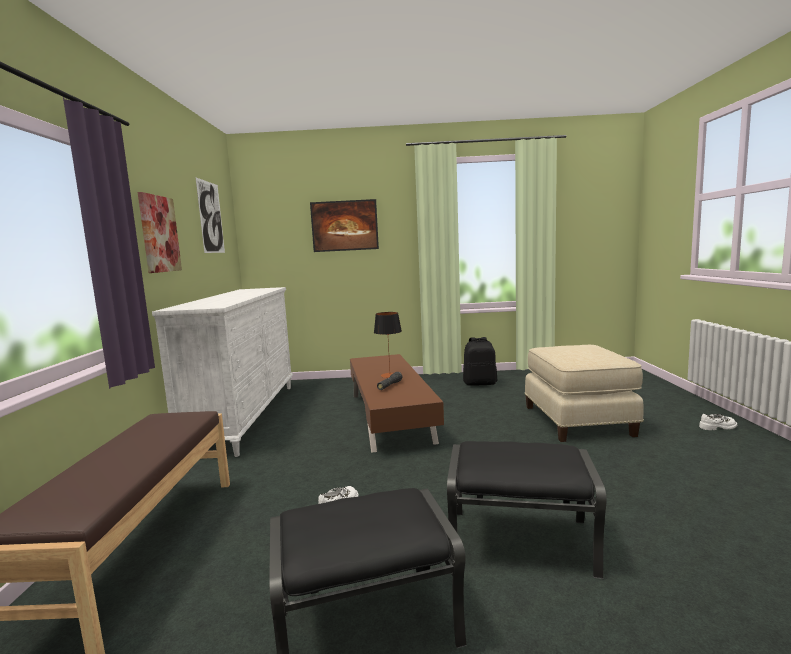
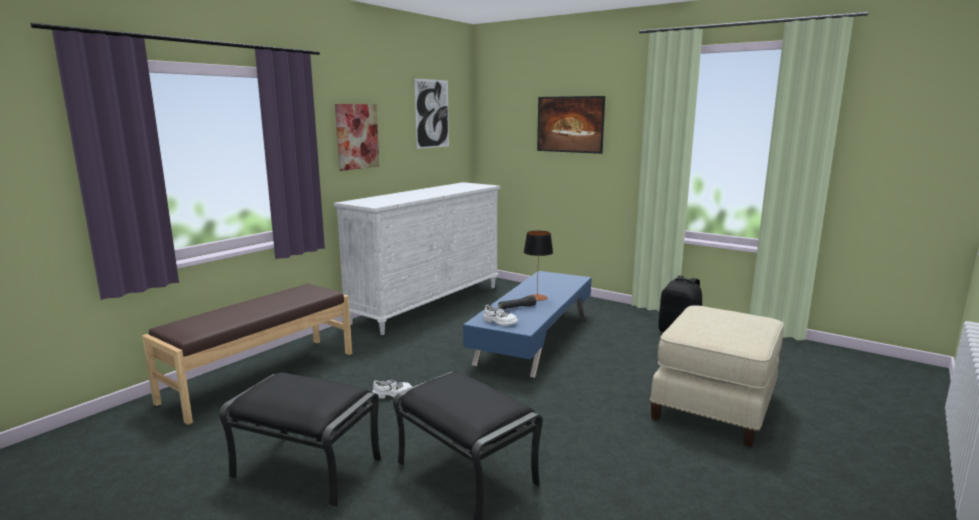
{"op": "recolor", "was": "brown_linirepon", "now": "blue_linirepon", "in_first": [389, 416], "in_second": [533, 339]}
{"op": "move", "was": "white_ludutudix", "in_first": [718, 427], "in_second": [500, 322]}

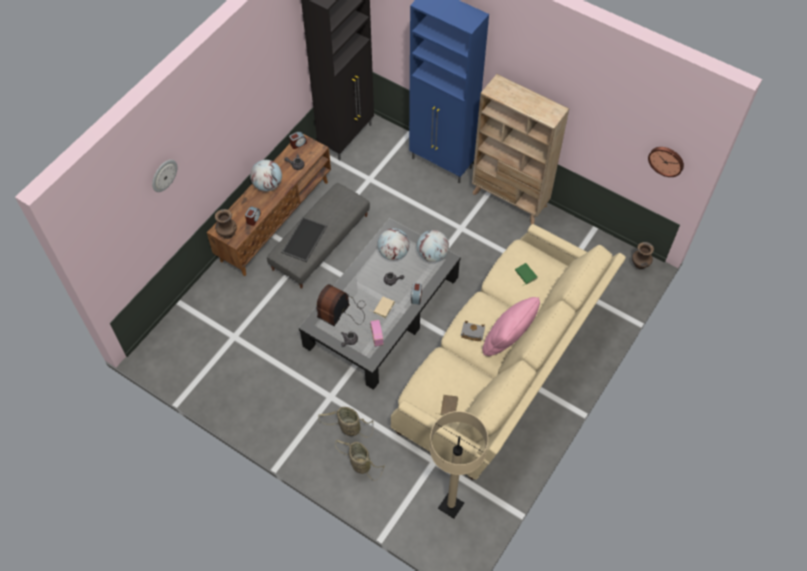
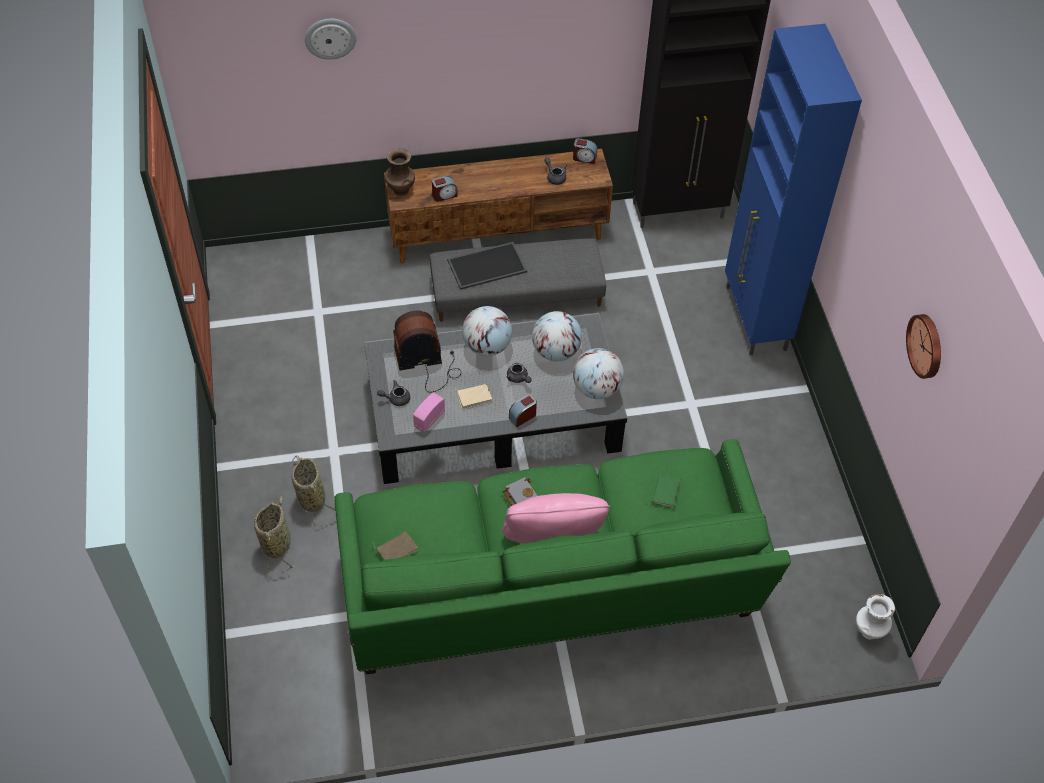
{"op": "recolor", "was": "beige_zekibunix", "now": "green_zekibunix", "in_first": [502, 368], "in_second": [548, 591]}
{"op": "move", "was": "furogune", "in_first": [267, 185], "in_second": [487, 346]}
{"op": "recolor", "was": "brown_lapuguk", "now": "white_lapuguk", "in_first": [640, 265], "in_second": [868, 632]}
{"op": "move", "was": "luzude", "in_first": [666, 160], "in_second": [927, 345]}
{"op": "delete", "was": "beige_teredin", "in_first": [451, 506]}
{"op": "delete", "was": "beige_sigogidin", "in_first": [510, 200]}

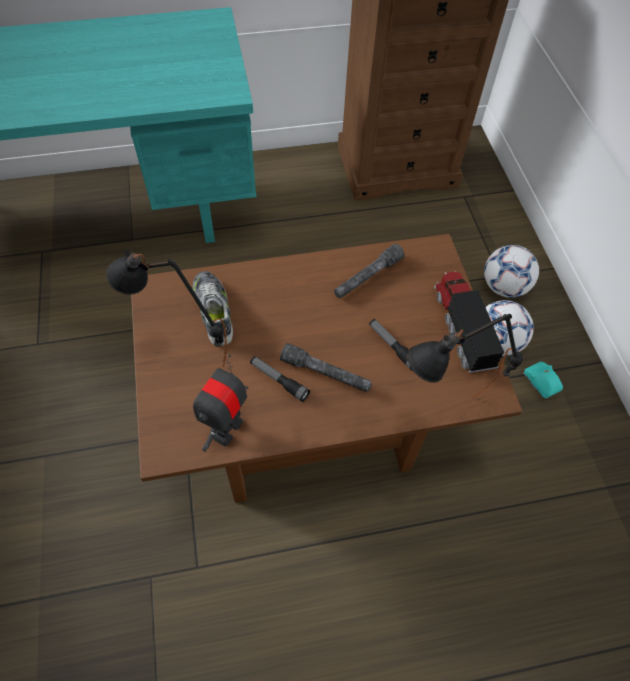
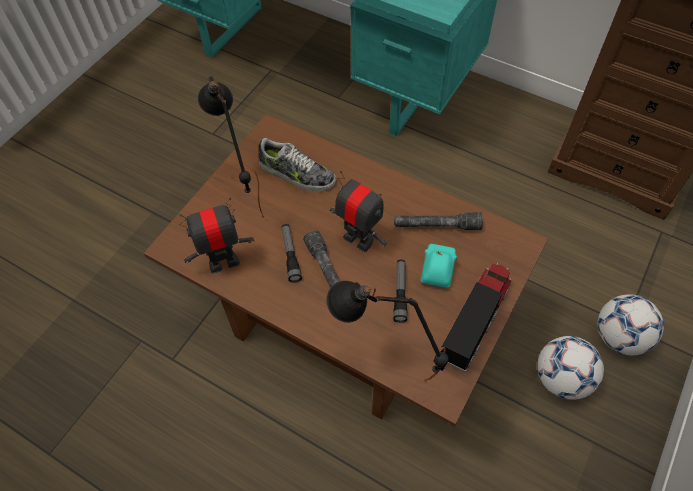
{"op": "rotate", "was": "ludutudix", "in_first": [214, 311], "in_second": [296, 174], "clockwise": 90}
{"op": "insert", "now": "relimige", "in_second": [358, 239]}
{"op": "move", "was": "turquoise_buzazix", "in_first": [540, 383], "in_second": [436, 270]}

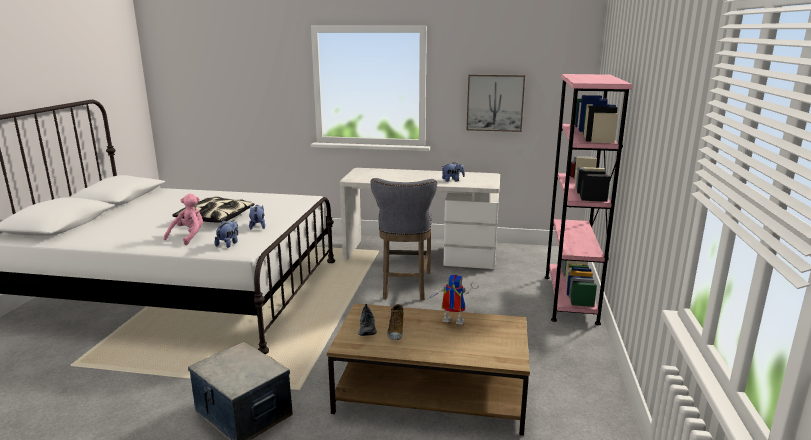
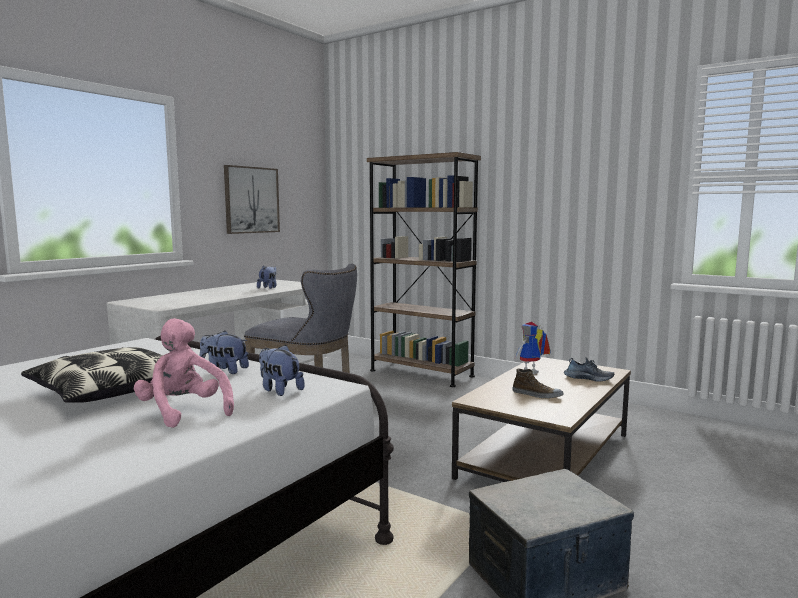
{"op": "recolor", "was": "pink_sigogidin", "now": "brown_sigogidin", "in_first": [570, 299], "in_second": [421, 373]}
{"op": "move", "was": "ludutudix", "in_first": [368, 328], "in_second": [588, 378]}

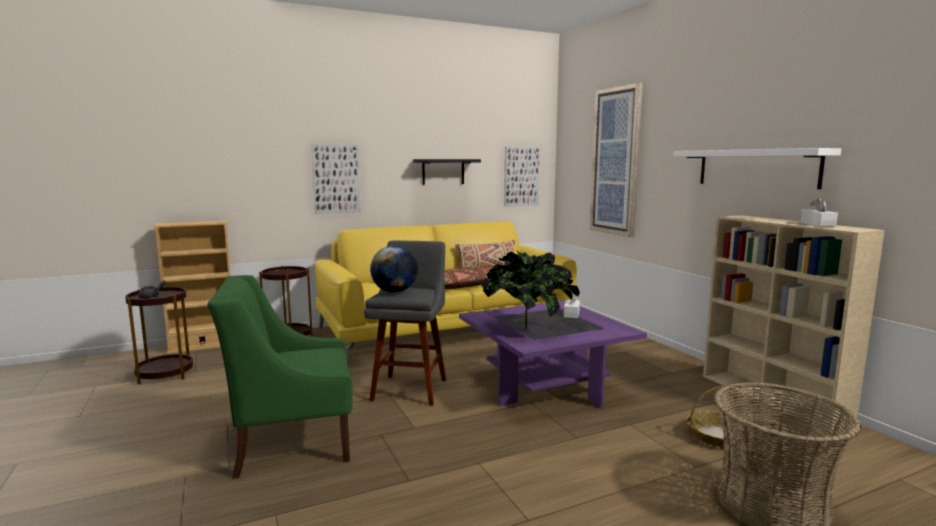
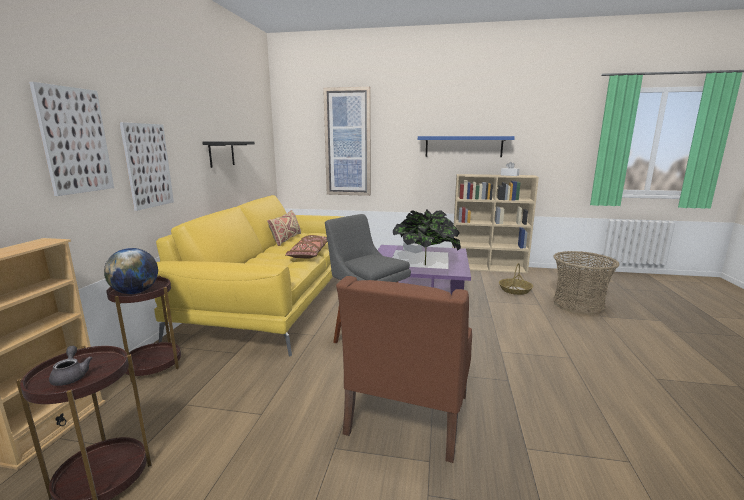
{"op": "move", "was": "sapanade", "in_first": [521, 176], "in_second": [74, 141]}
{"op": "move", "was": "furogune", "in_first": [394, 292], "in_second": [135, 292]}
{"op": "recolor", "was": "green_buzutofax", "now": "brown_buzutofax", "in_first": [292, 440], "in_second": [407, 415]}
{"op": "recolor", "was": "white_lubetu", "now": "blue_lubetu", "in_first": [756, 168], "in_second": [463, 146]}

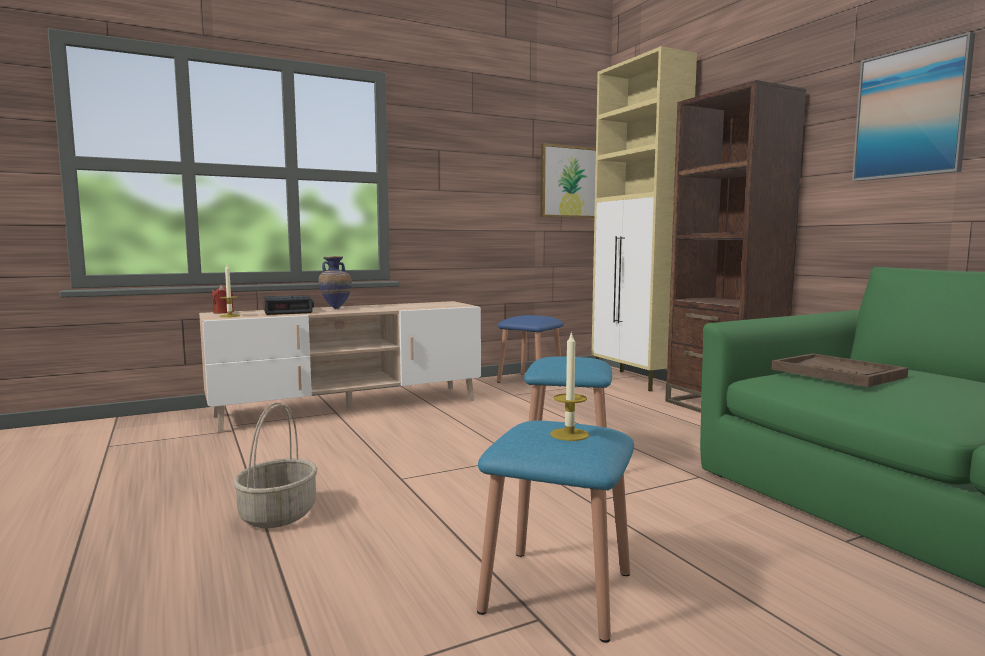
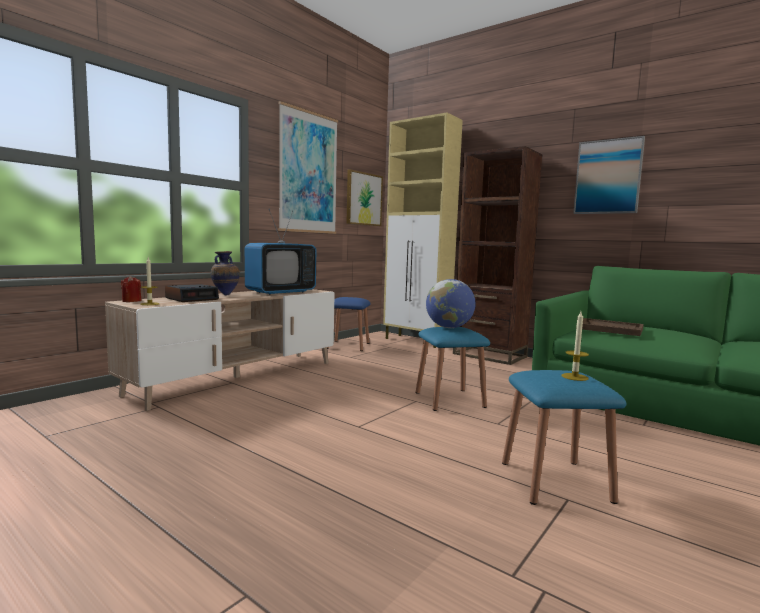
{"op": "insert", "now": "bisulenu", "in_second": [281, 292]}
{"op": "insert", "now": "sapanade", "in_second": [308, 173]}
{"op": "insert", "now": "furogune", "in_second": [449, 327]}
{"op": "delete", "was": "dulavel", "in_first": [278, 514]}

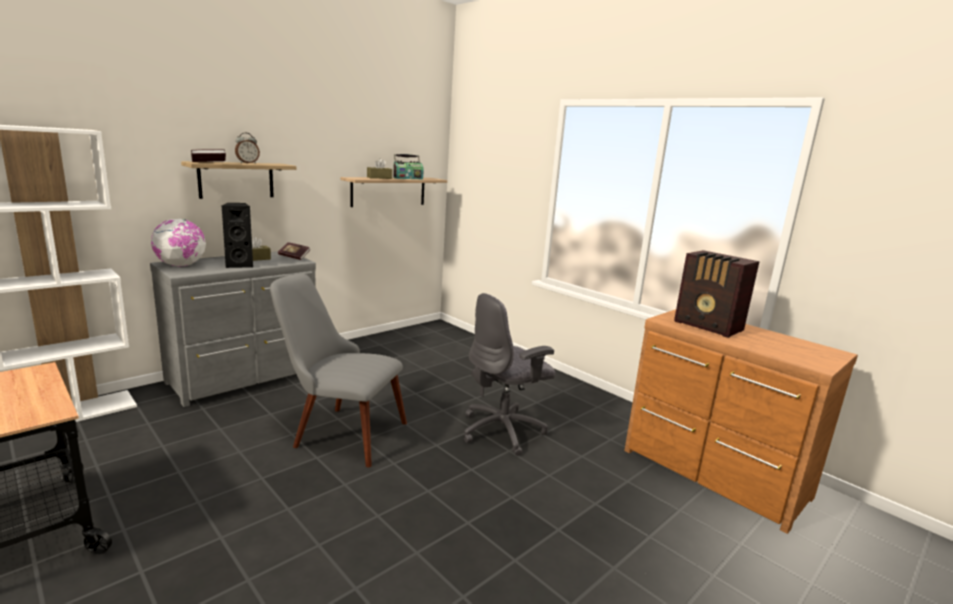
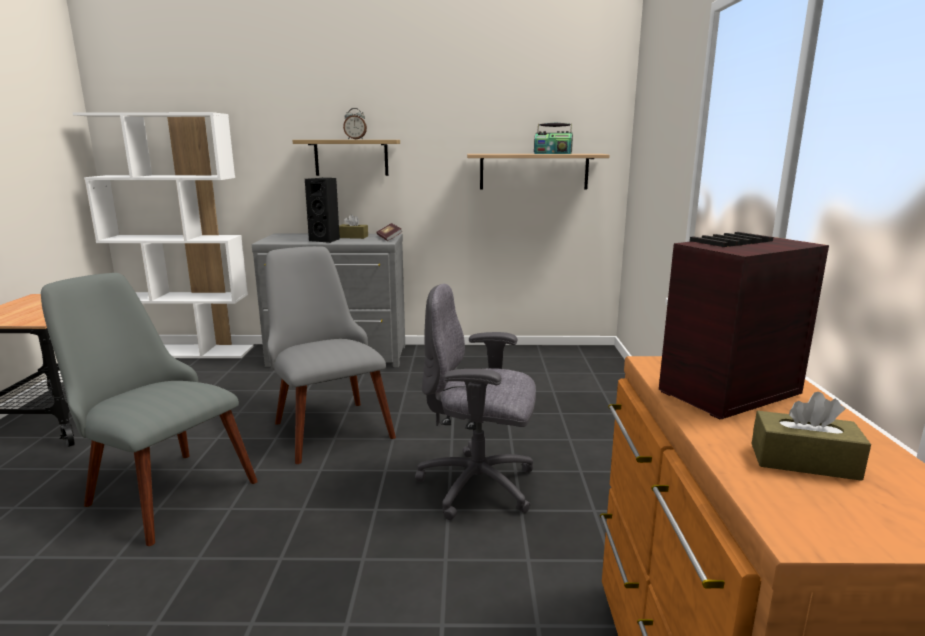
{"op": "insert", "now": "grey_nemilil", "in_second": [159, 488]}
{"op": "rotate", "was": "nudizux", "in_first": [709, 327], "in_second": [725, 393], "clockwise": 60}
{"op": "move", "was": "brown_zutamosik", "in_first": [379, 178], "in_second": [804, 461]}
{"op": "delete", "was": "furogune", "in_first": [181, 265]}
{"op": "delete", "was": "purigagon", "in_first": [209, 163]}

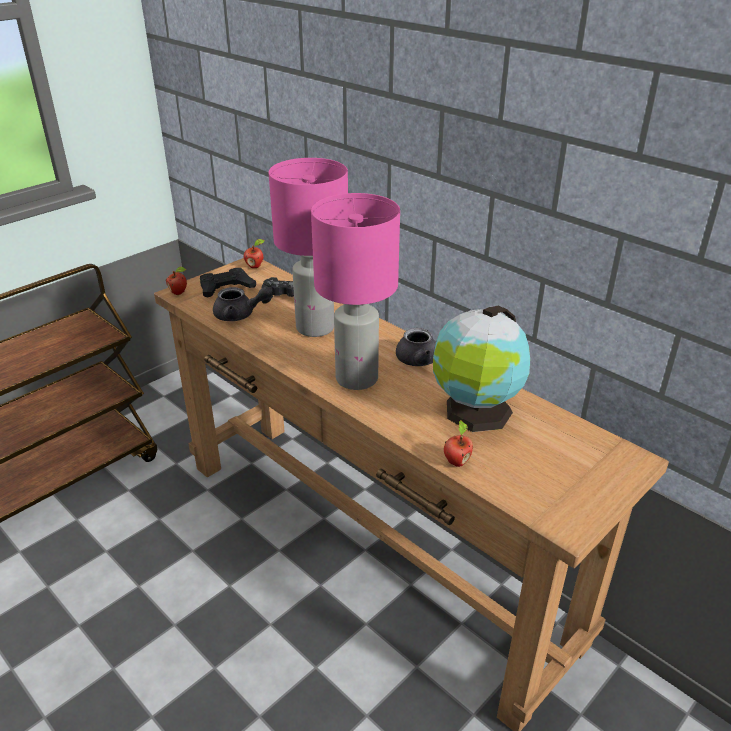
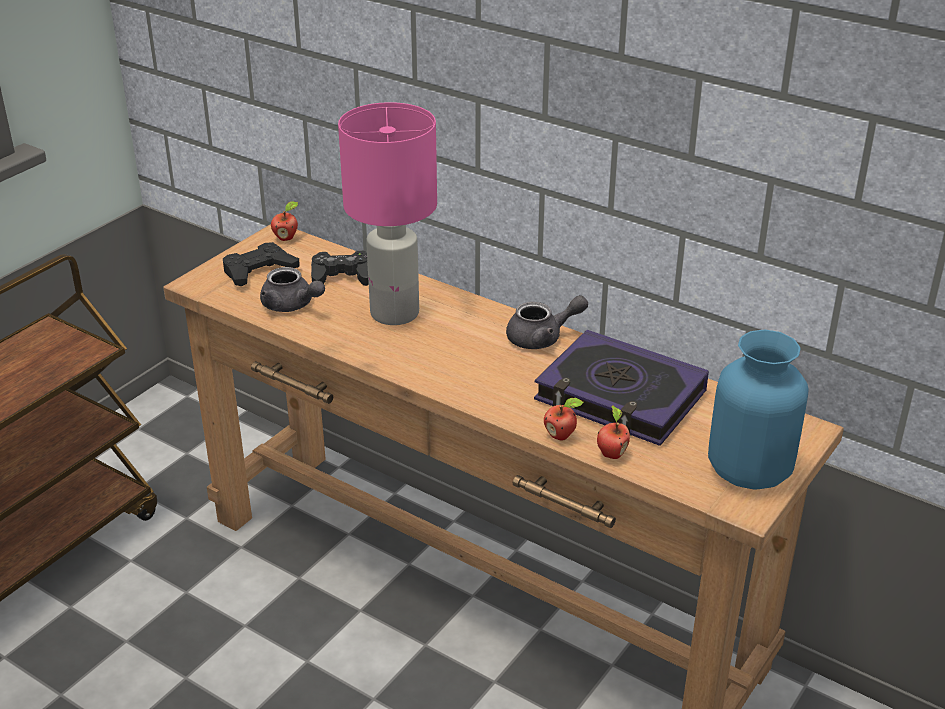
{"op": "rotate", "was": "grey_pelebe", "in_first": [240, 315], "in_second": [291, 306], "clockwise": 45}
{"op": "replace", "was": "furogune", "now": "purigagon", "in_first": [476, 413], "in_second": [620, 397]}
{"op": "move", "was": "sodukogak", "in_first": [179, 293], "in_second": [561, 436]}
{"op": "insert", "now": "blue_lapuguk", "in_second": [749, 470]}
{"op": "delete", "was": "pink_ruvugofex", "in_first": [357, 379]}

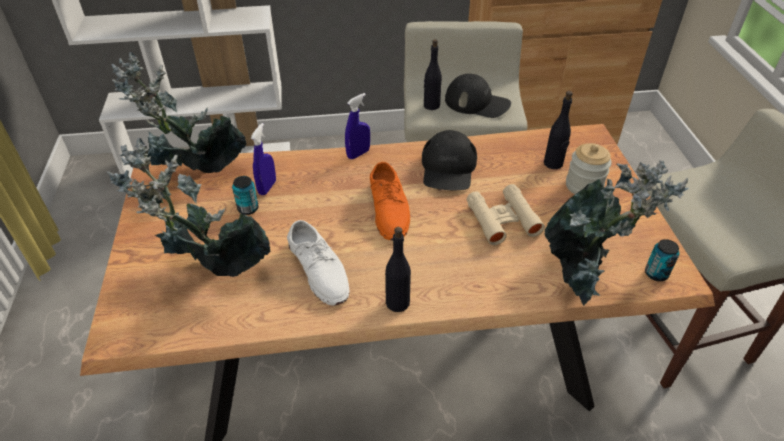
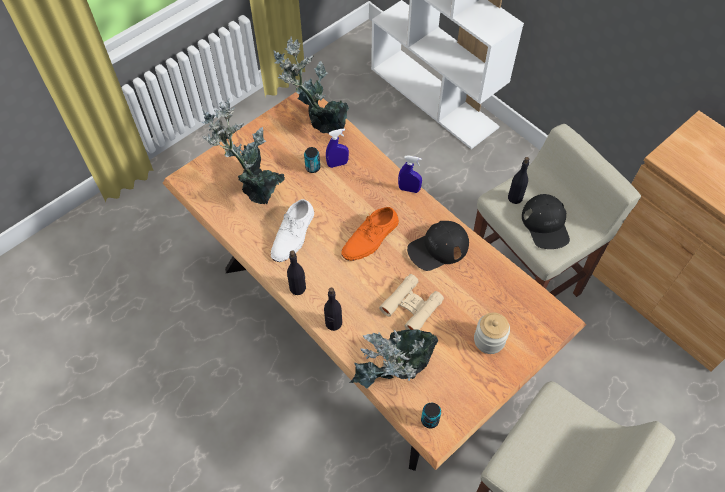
{"op": "move", "was": "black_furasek", "in_first": [553, 163], "in_second": [333, 323]}

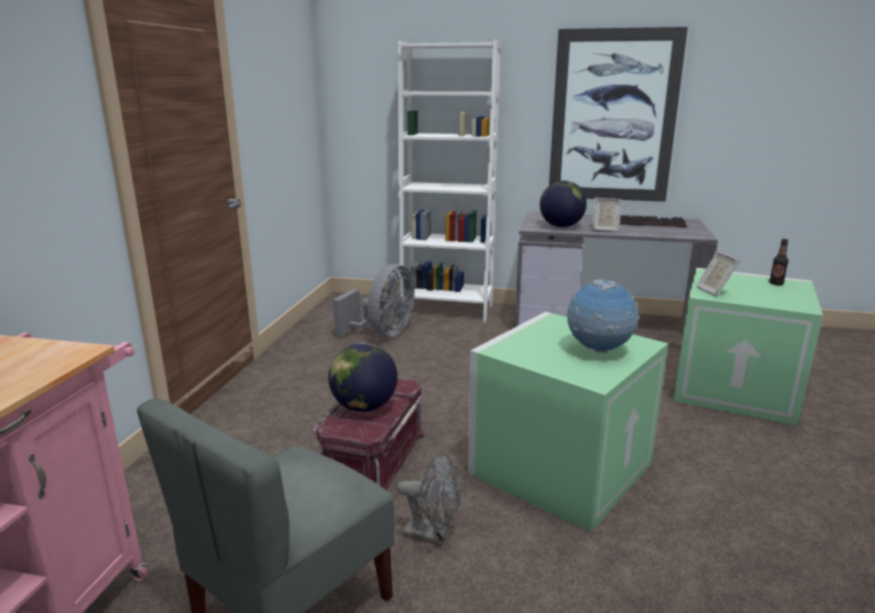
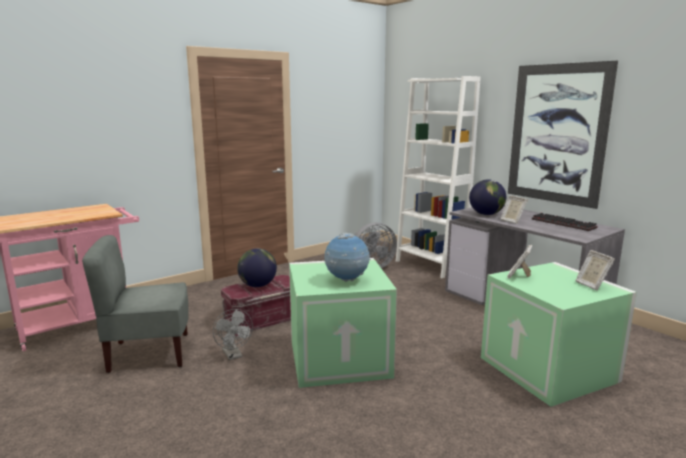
{"op": "replace", "was": "furasek", "now": "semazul", "in_first": [776, 283], "in_second": [591, 285]}

